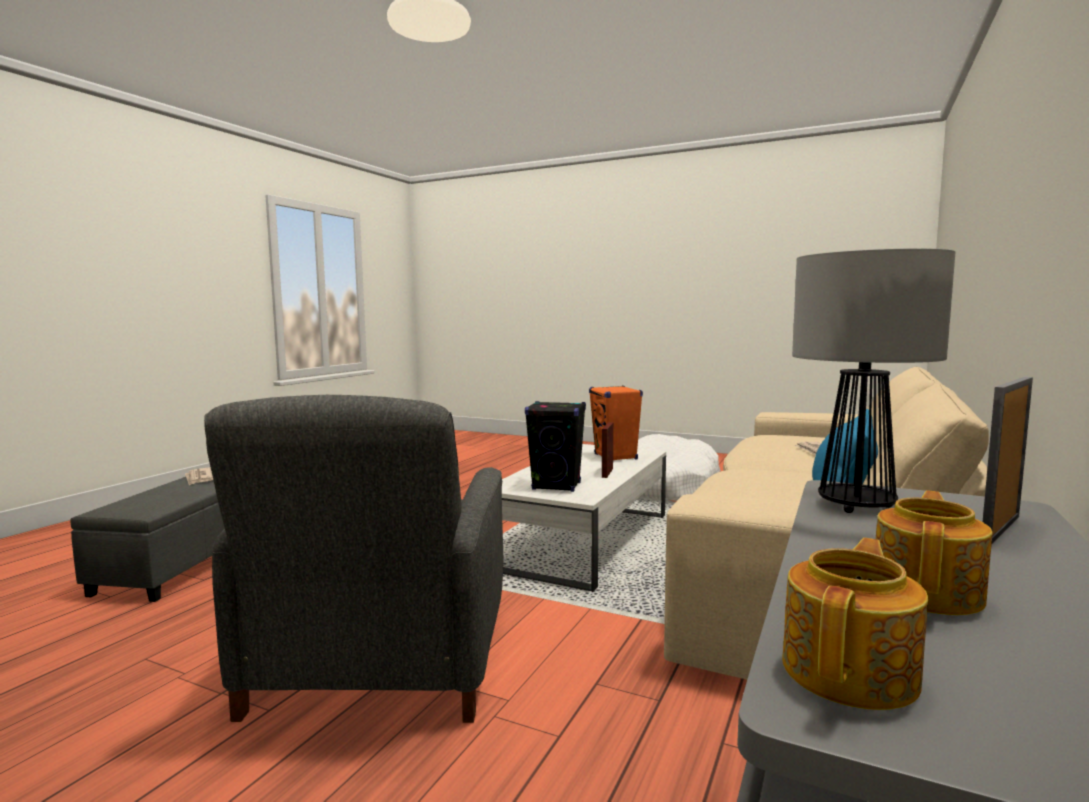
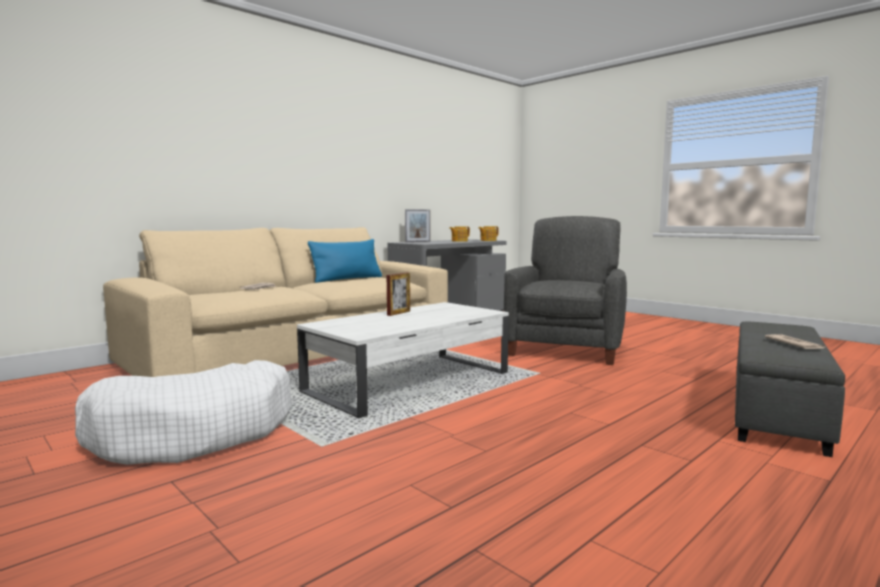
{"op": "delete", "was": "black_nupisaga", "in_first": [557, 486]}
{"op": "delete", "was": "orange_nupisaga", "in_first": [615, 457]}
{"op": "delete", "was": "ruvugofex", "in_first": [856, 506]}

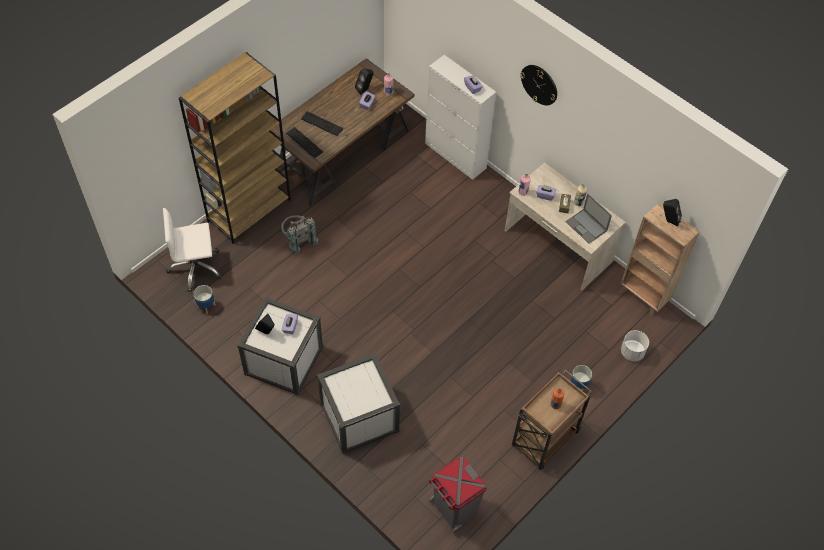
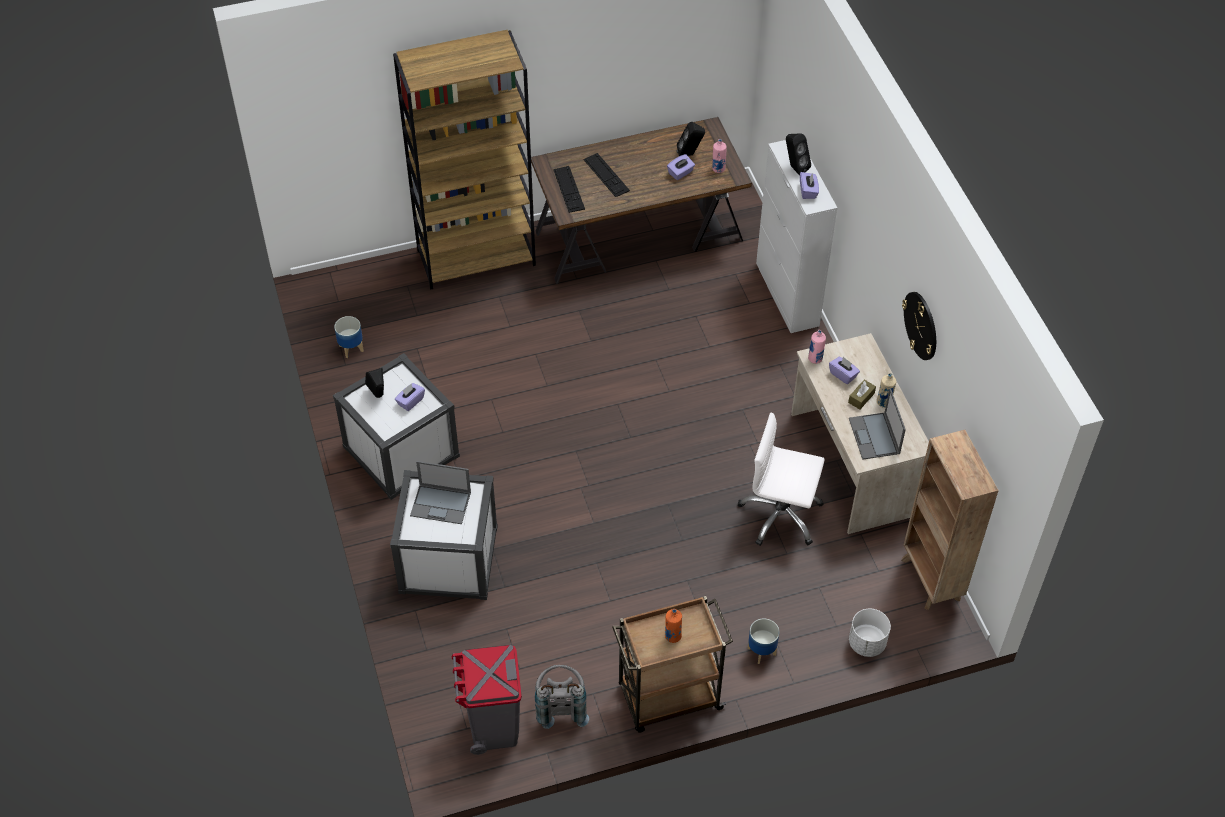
{"op": "insert", "now": "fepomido", "in_second": [441, 504]}
{"op": "move", "was": "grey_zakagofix", "in_first": [298, 240], "in_second": [560, 706]}
{"op": "move", "was": "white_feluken", "in_first": [196, 268], "in_second": [780, 515]}
{"op": "move", "was": "black_nupisaga", "in_first": [668, 221], "in_second": [794, 167]}
{"op": "move", "was": "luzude", "in_first": [539, 84], "in_second": [921, 325]}

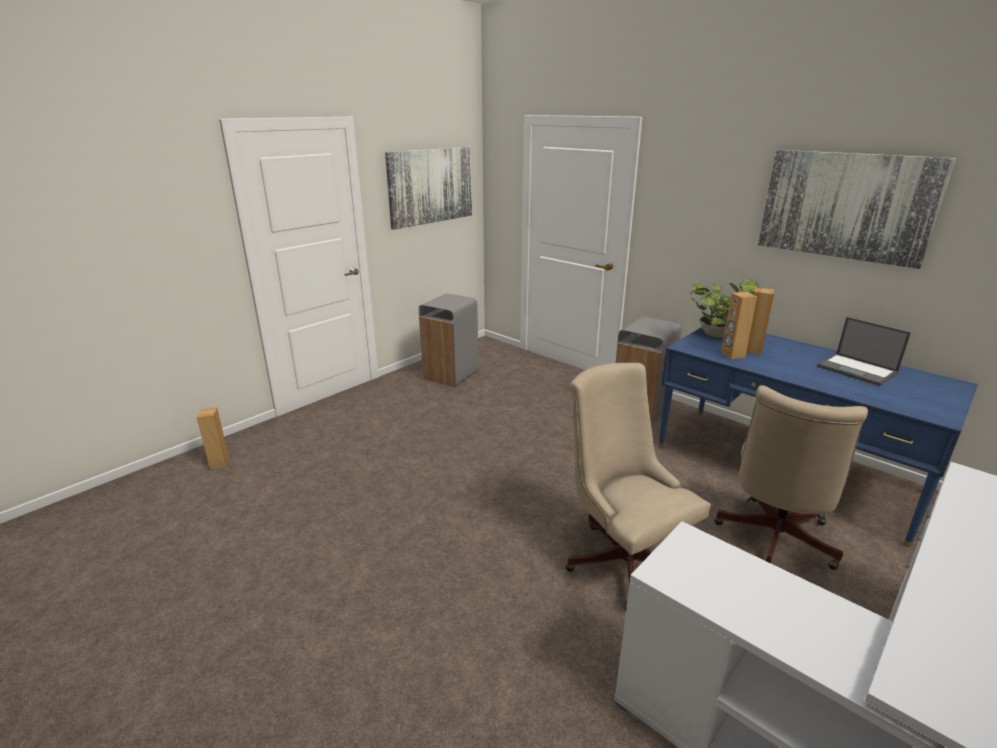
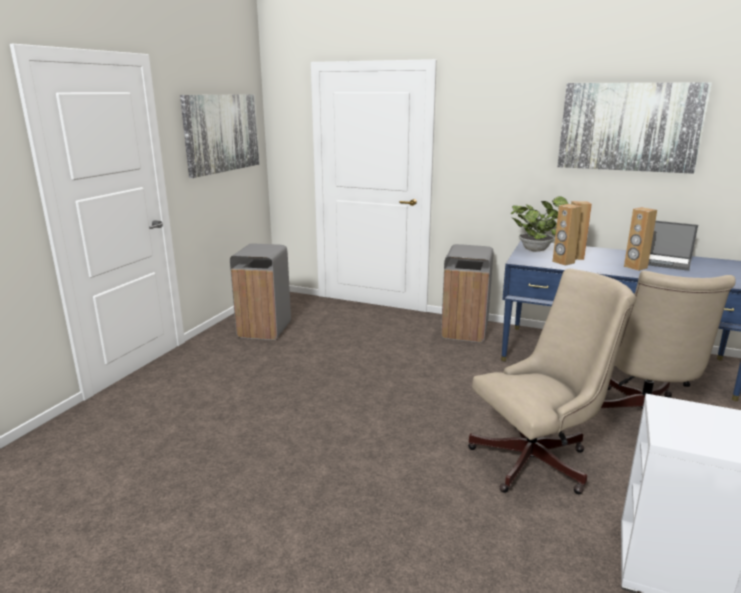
{"op": "rotate", "was": "beige_feluken", "in_first": [622, 558], "in_second": [538, 460], "clockwise": 120}
{"op": "move", "was": "brown_nupisaga", "in_first": [219, 464], "in_second": [635, 267]}

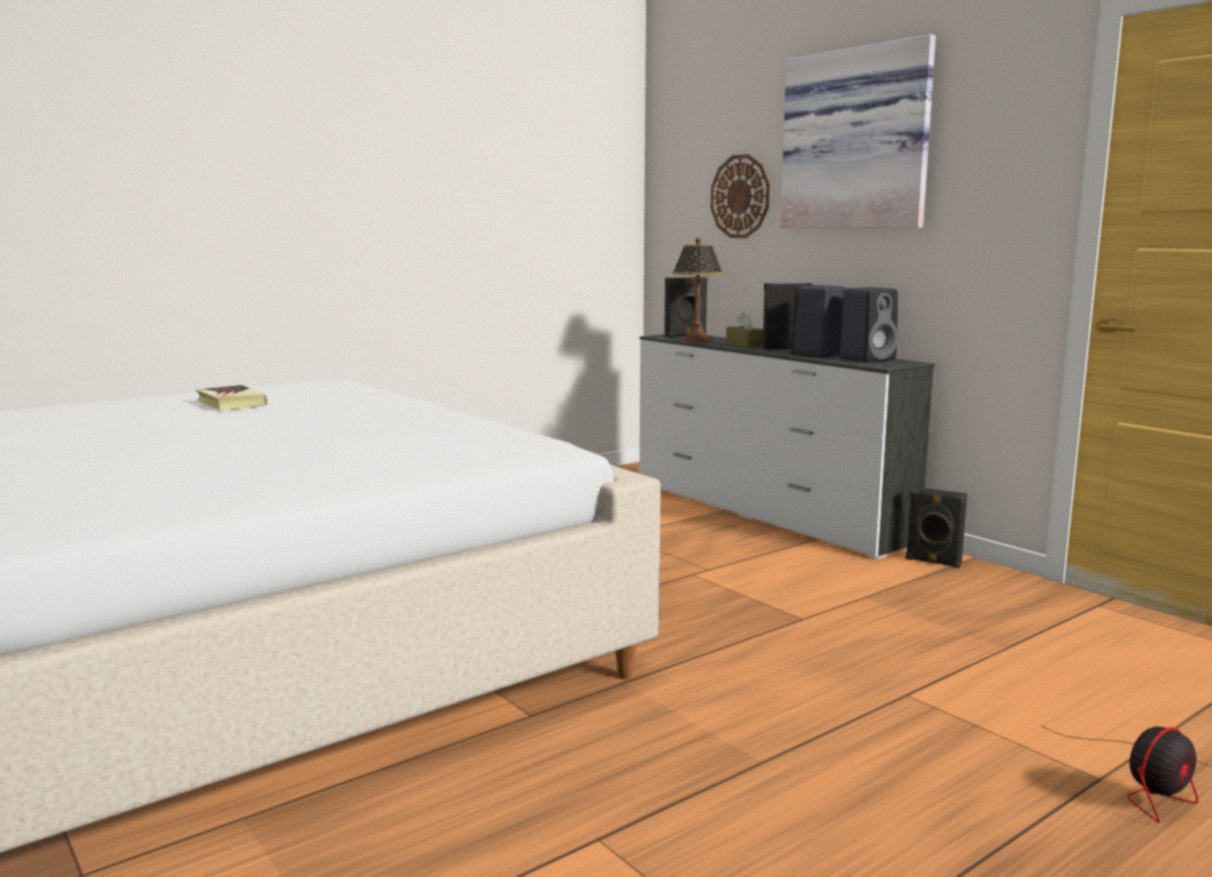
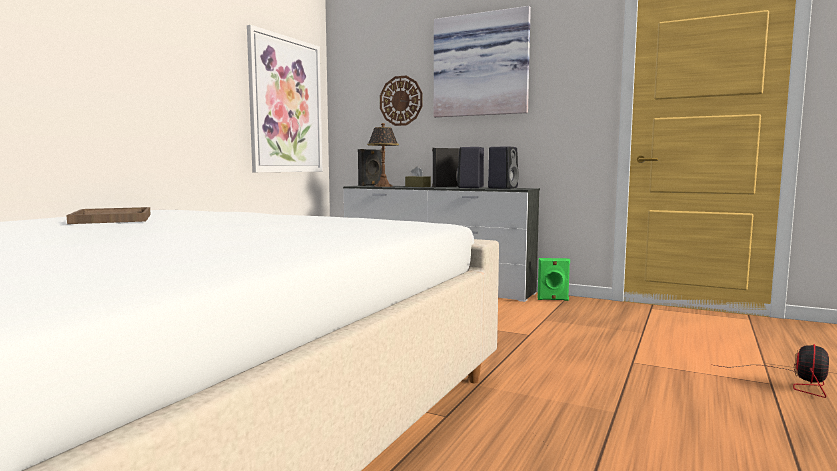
{"op": "replace", "was": "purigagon", "now": "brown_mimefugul", "in_first": [231, 403], "in_second": [112, 219]}
{"op": "insert", "now": "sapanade", "in_second": [286, 105]}
{"op": "recolor", "was": "black_nupisaga", "now": "green_nupisaga", "in_first": [933, 562], "in_second": [553, 299]}

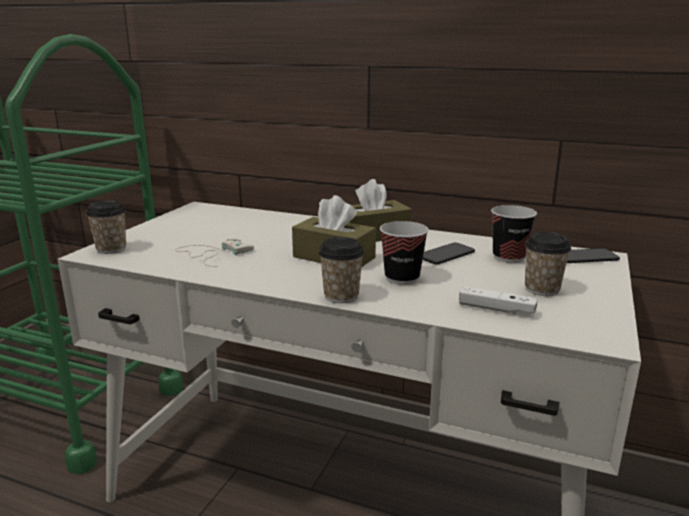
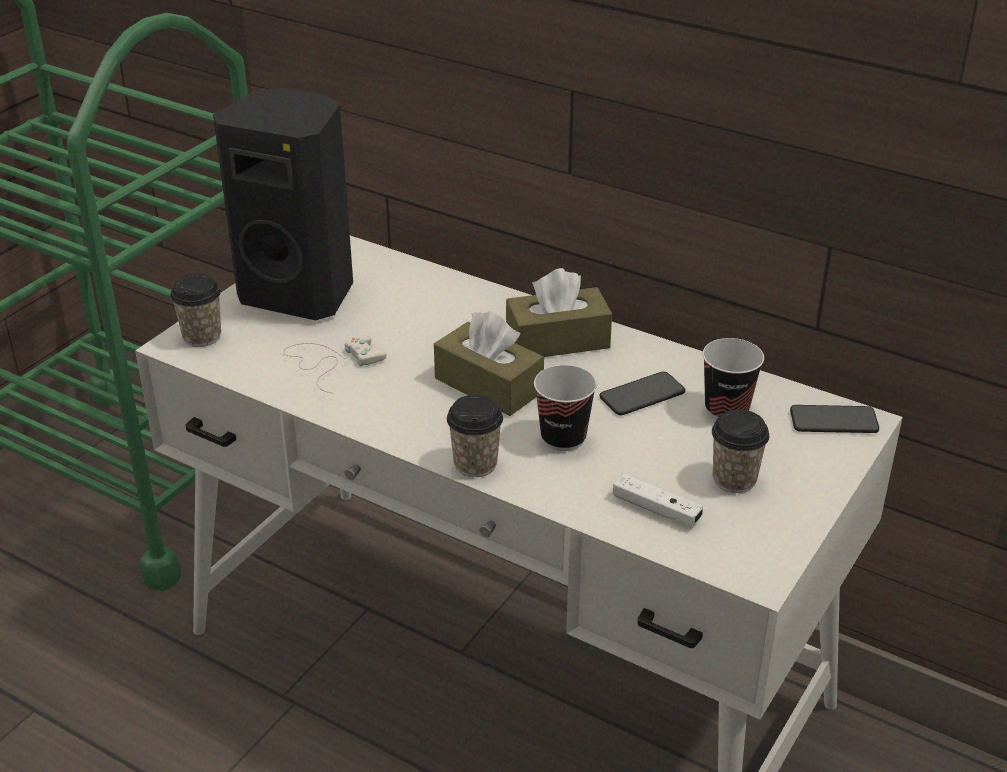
{"op": "insert", "now": "black_nupisaga", "in_second": [300, 293]}

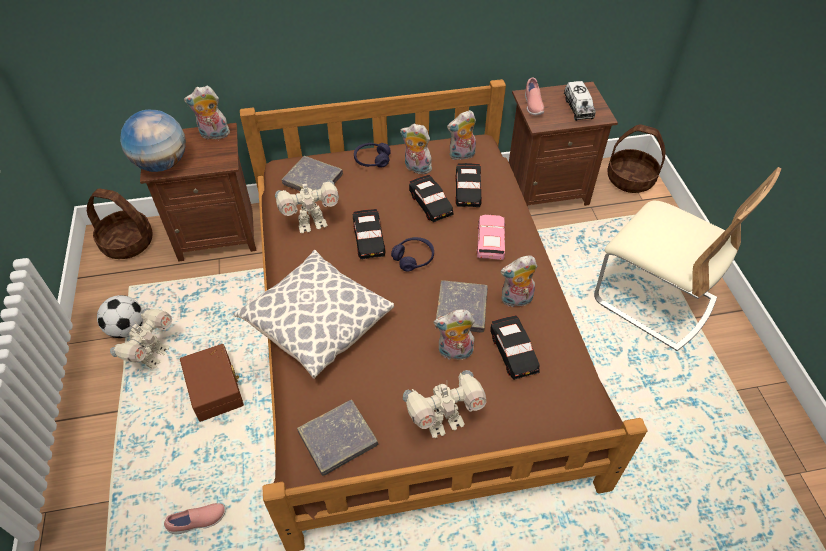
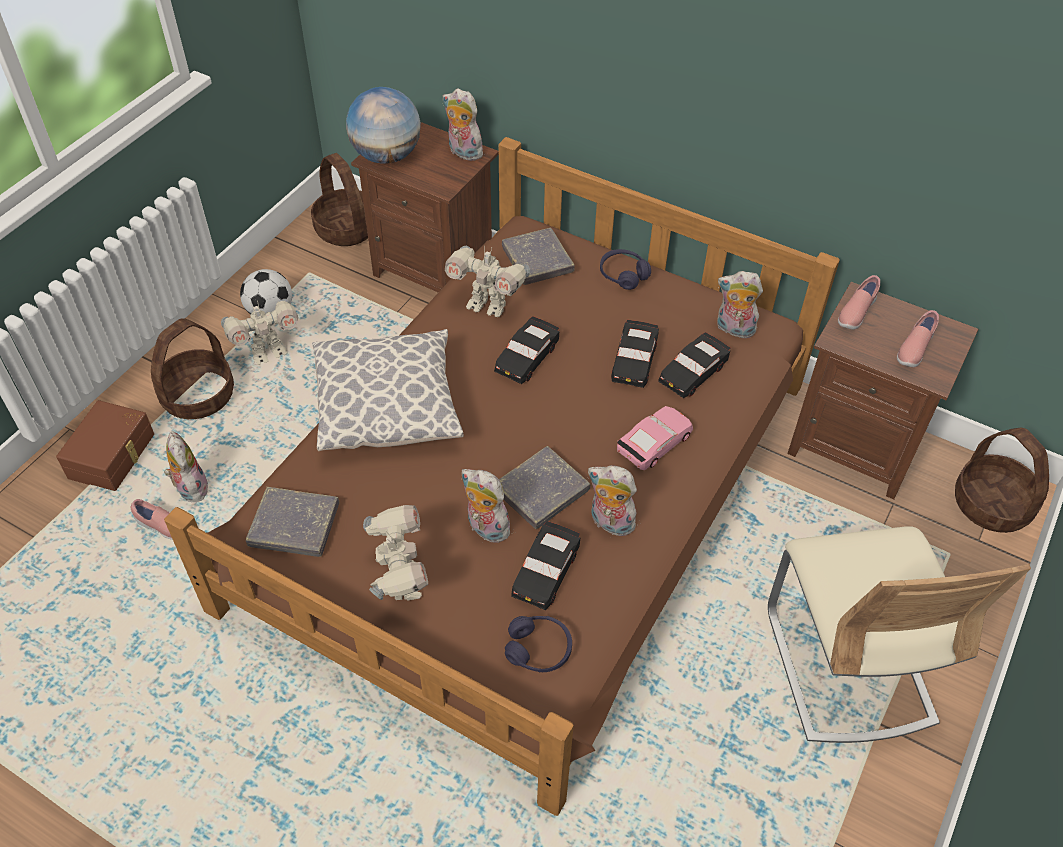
{"op": "move", "was": "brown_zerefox", "in_first": [216, 388], "in_second": [113, 456]}
{"op": "insert", "now": "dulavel", "in_second": [198, 396]}
{"op": "move", "was": "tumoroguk", "in_first": [416, 168], "in_second": [190, 488]}
{"op": "rotate", "was": "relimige", "in_first": [443, 422], "in_second": [401, 583], "clockwise": -120}
{"op": "move", "was": "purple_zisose", "in_first": [413, 258], "in_second": [538, 649]}
{"op": "replace", "was": "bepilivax", "now": "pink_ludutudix", "in_first": [578, 108], "in_second": [913, 349]}

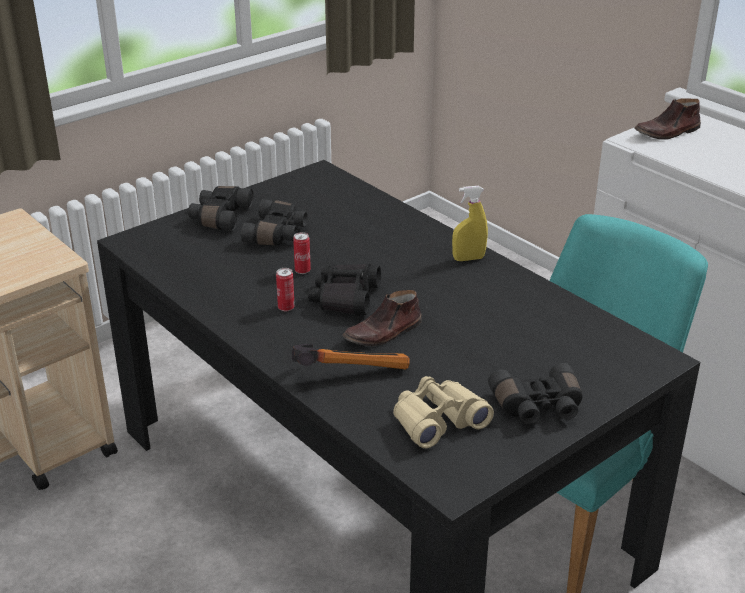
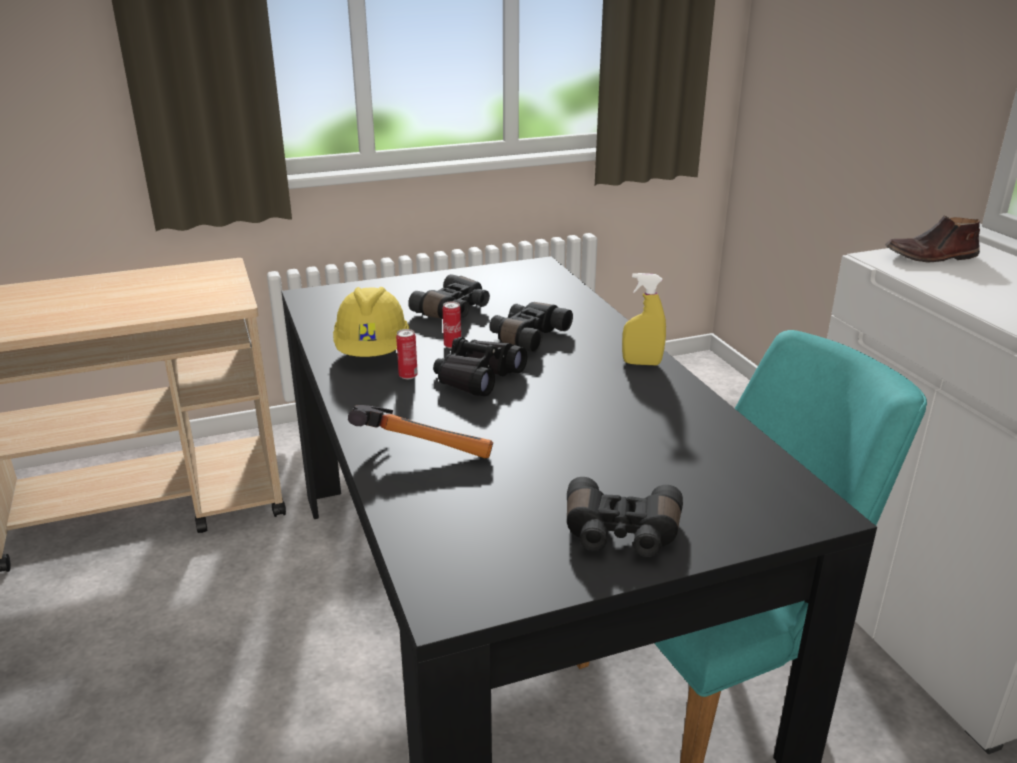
{"op": "insert", "now": "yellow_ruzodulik", "in_second": [373, 351]}
{"op": "move", "was": "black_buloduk", "in_first": [219, 216], "in_second": [527, 336]}
{"op": "delete", "was": "brown_ludutudix", "in_first": [383, 333]}
{"op": "delete", "was": "beige_buloduk", "in_first": [438, 421]}

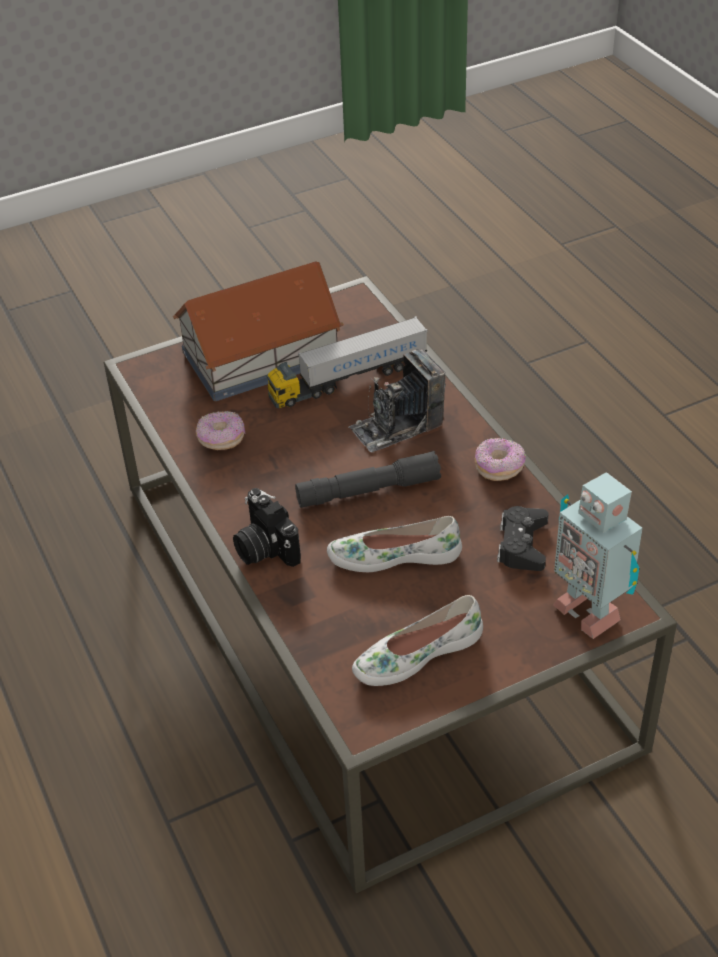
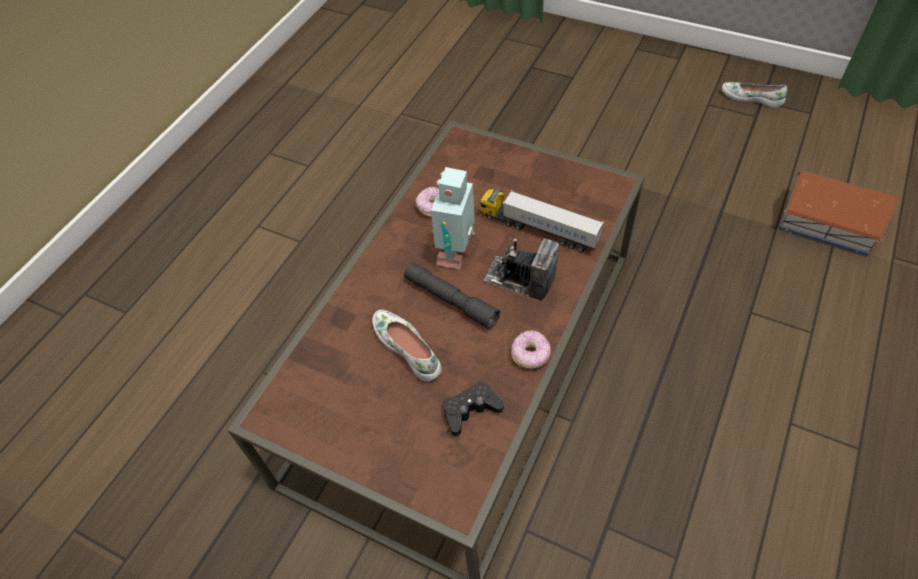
{"op": "move", "was": "relimige", "in_first": [588, 609], "in_second": [457, 253]}
{"op": "move", "was": "white_ludutudix", "in_first": [417, 653], "in_second": [751, 97]}
{"op": "move", "was": "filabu", "in_first": [259, 355], "in_second": [826, 223]}
{"op": "delete", "was": "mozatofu", "in_first": [264, 548]}

